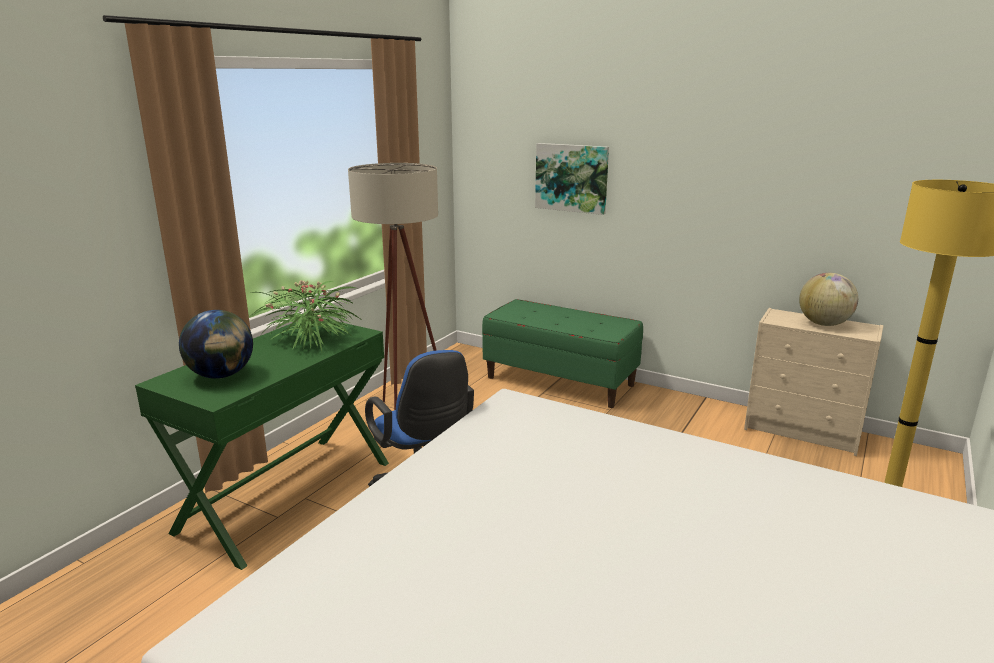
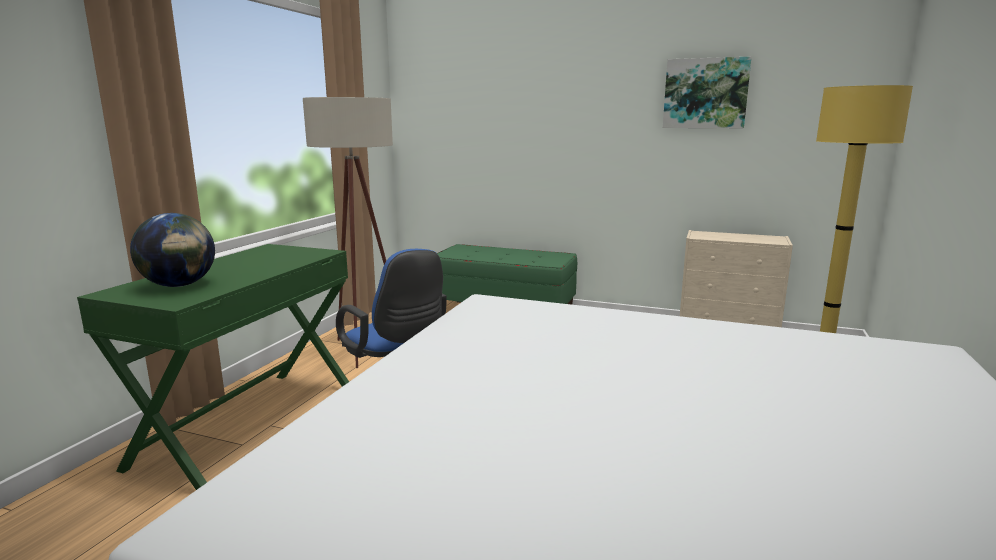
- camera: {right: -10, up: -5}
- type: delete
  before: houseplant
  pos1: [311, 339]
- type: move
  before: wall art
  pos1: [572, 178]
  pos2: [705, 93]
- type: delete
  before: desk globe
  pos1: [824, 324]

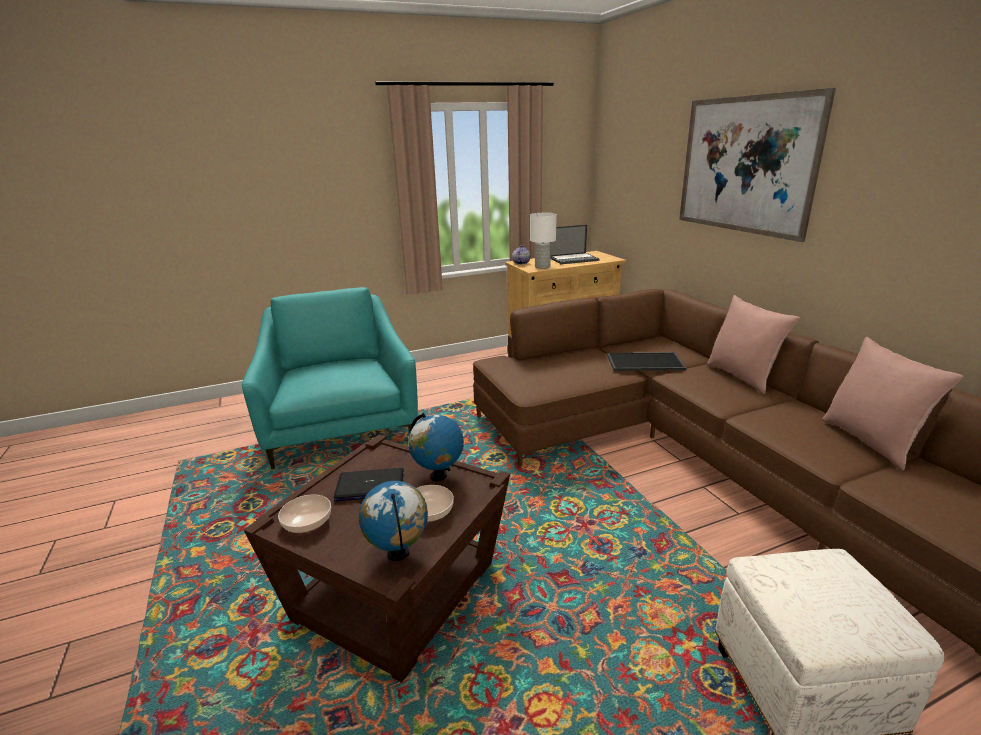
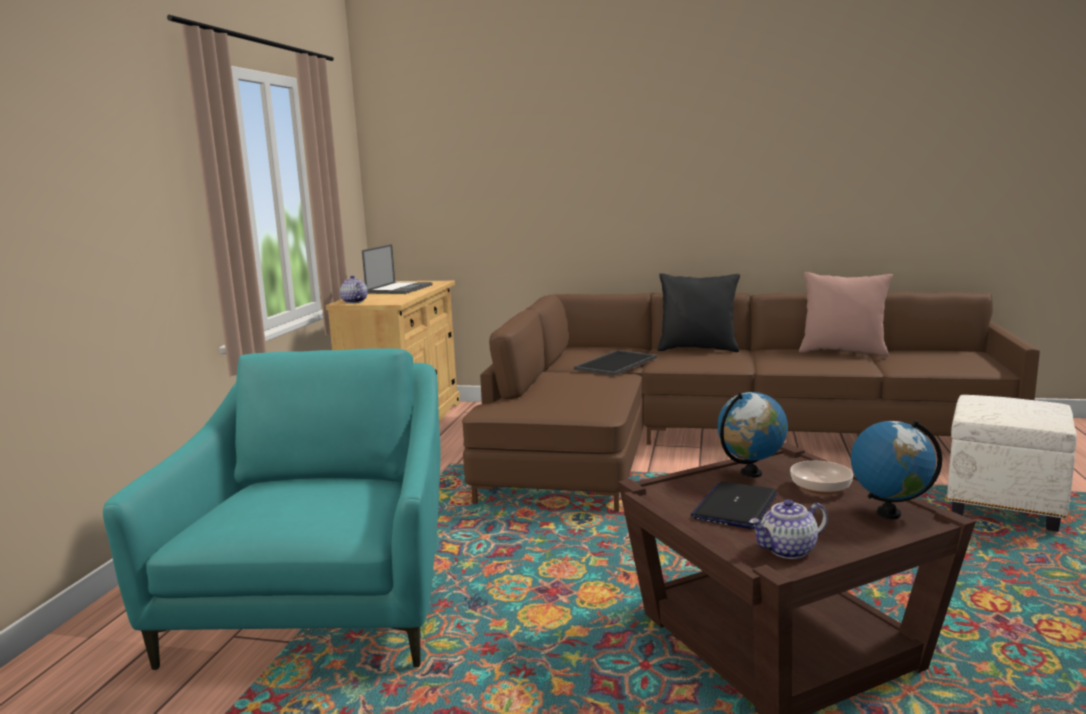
- camera: {right: -55, up: -10}
- type: rotate
  before: blue-green lounge chair
  pos1: [341, 426]
  pos2: [324, 601]
  turn: 75
- type: replace
  before: bowl
  after: pot for tea
  pos1: [307, 523]
  pos2: [788, 550]
- type: delete
  before: whitish lamp for a table
  pos1: [542, 267]
- type: delete
  before: wall art
  pos1: [744, 165]
- type: recolor
  before: pink cushion
  after: blackish cushion
  pos1: [742, 377]
  pos2: [698, 349]

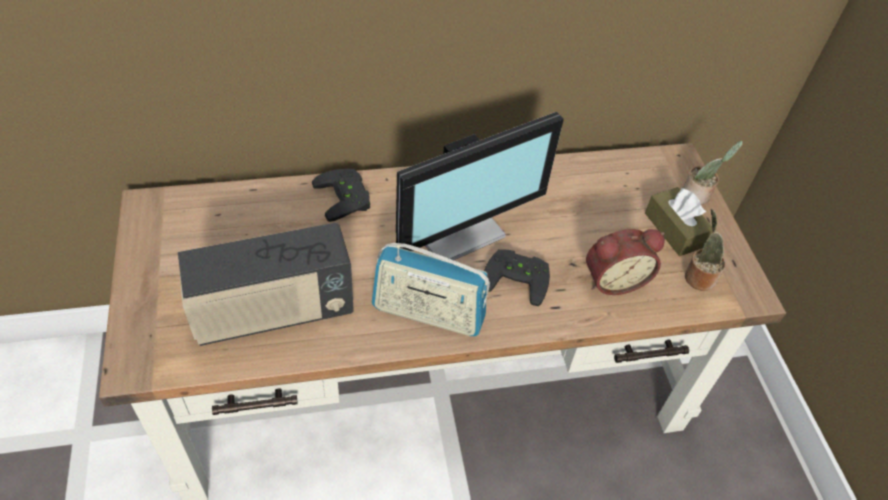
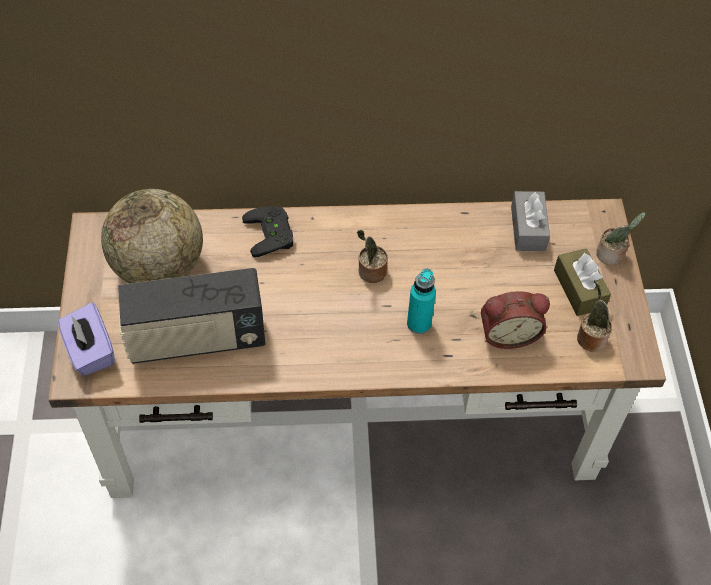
- camera: {right: 10, up: 5}
- type: delete
  before: radio set
  pos1: [428, 313]
- type: replace
  before: monitor
  after: houseplant
  pos1: [456, 228]
  pos2: [370, 272]
- type: replace
  before: blackish joypad
  after: blue-green drink bottle
  pos1: [517, 277]
  pos2: [419, 324]
- type: insert
  after: purple box of tissues
  pos2: [90, 351]
- type: insert
  after: desk globe
  pos2: [159, 268]
- type: insert
  after: greyish box of tissues
  pos2: [528, 228]

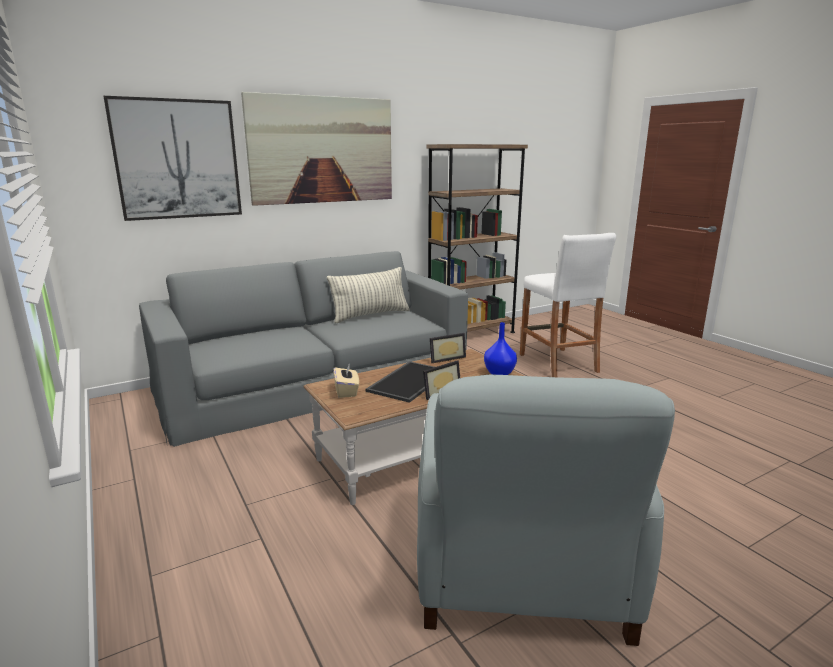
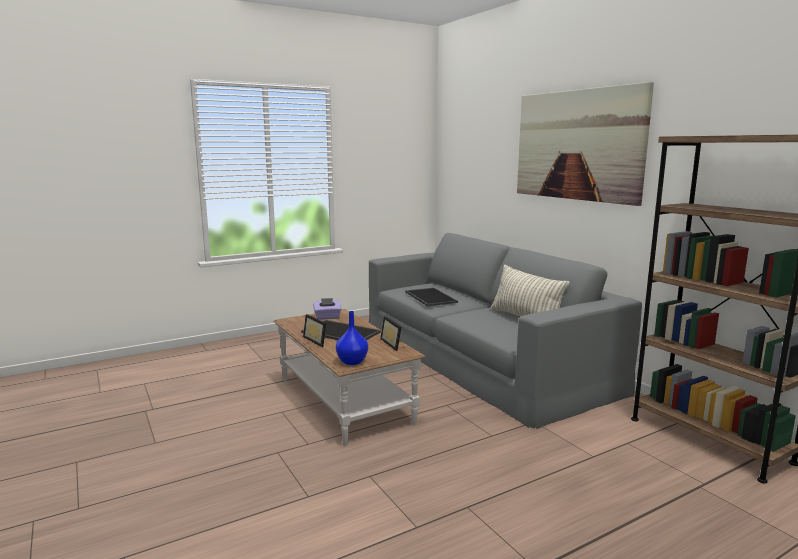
- camera: {right: 90, up: -5}
- type: delete
  before: wall art
  pos1: [177, 159]
- type: recolor
  before: beige box of tissues
  after: purple box of tissues
  pos1: [346, 391]
  pos2: [327, 317]
- type: delete
  before: greyish lounge chair
  pos1: [520, 568]
- type: delete
  before: whitish sitting stool
  pos1: [557, 363]
- type: insert
  after: tray
  pos2: [429, 297]

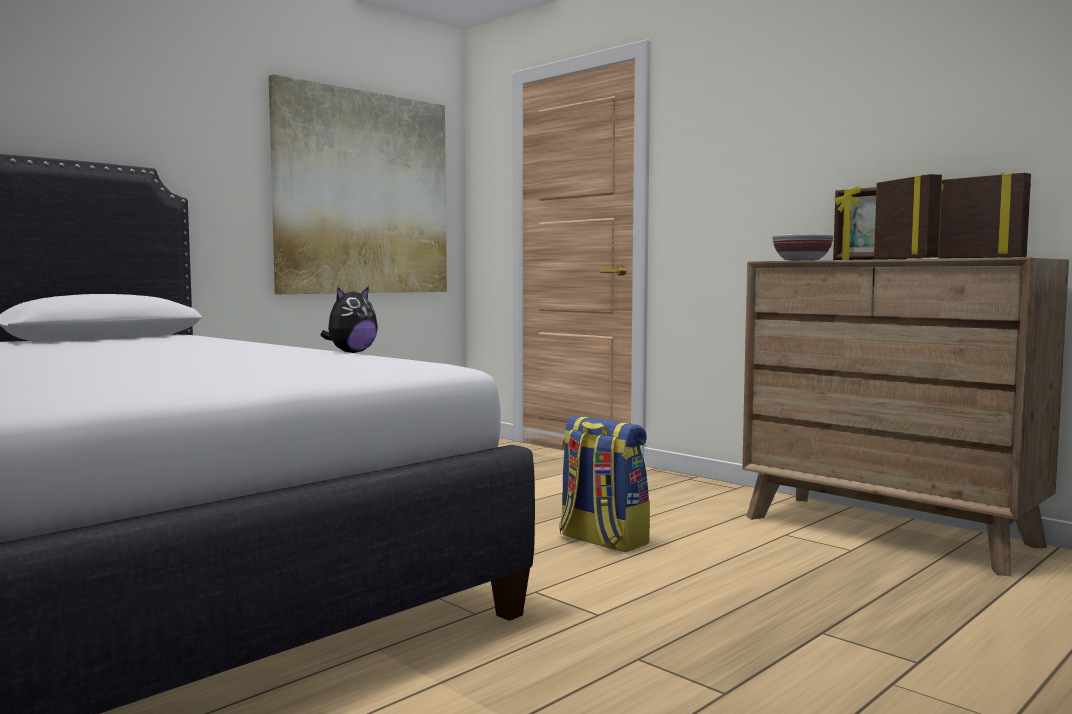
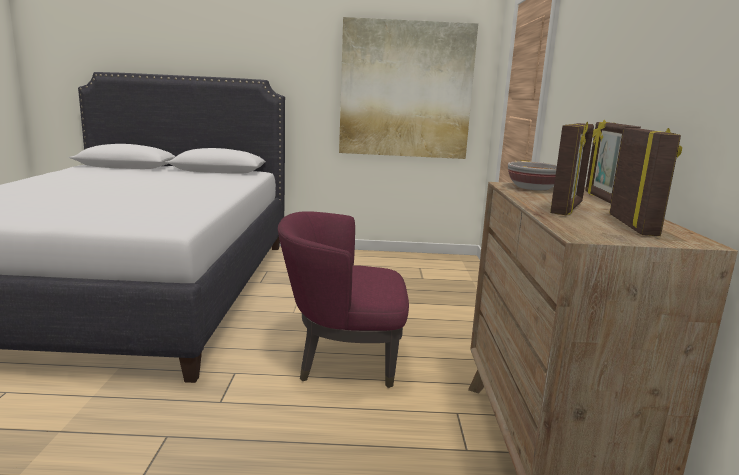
- camera: {right: 45, up: 10}
- type: delete
  before: cuddly toy
  pos1: [351, 352]
- type: replace
  before: rucksack
  after: purple lounge chair
  pos1: [601, 540]
  pos2: [342, 359]

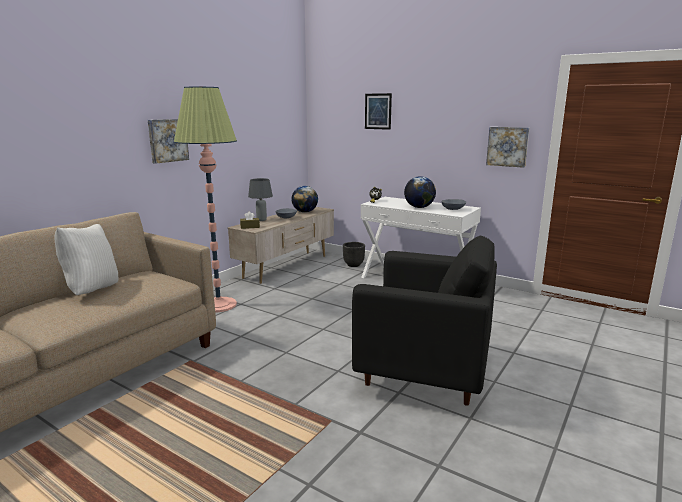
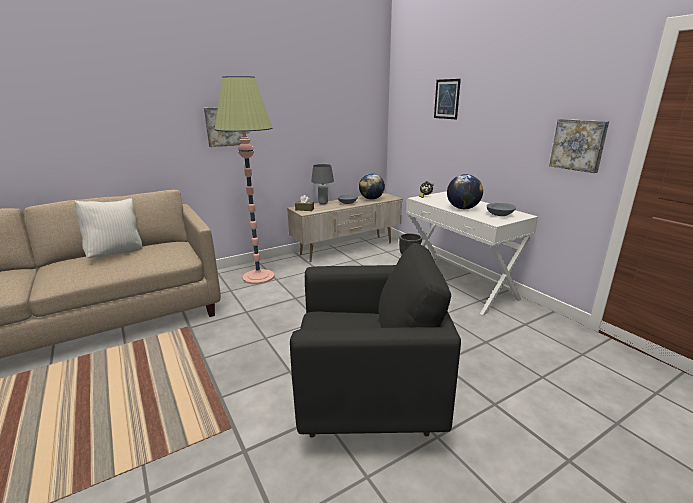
- camera: {right: 25, up: 5}
- type: rotate
  before: blackish lounge chair
  pos1: [424, 373]
  pos2: [368, 400]
  turn: -45

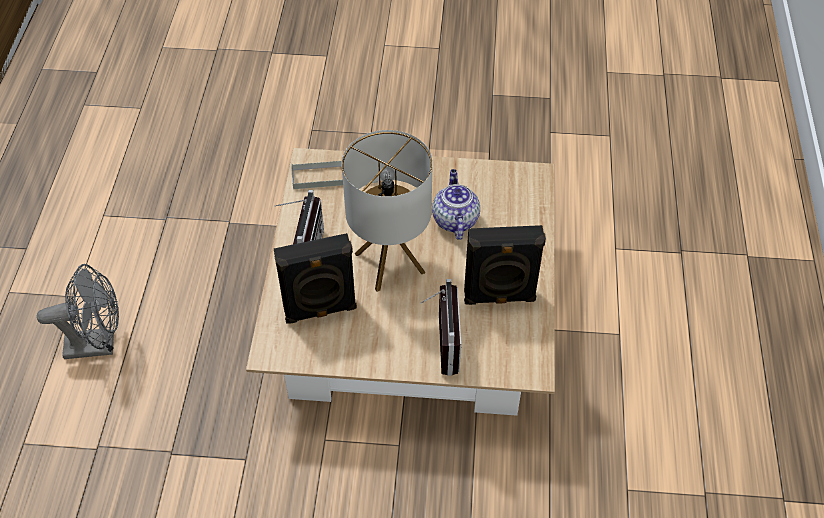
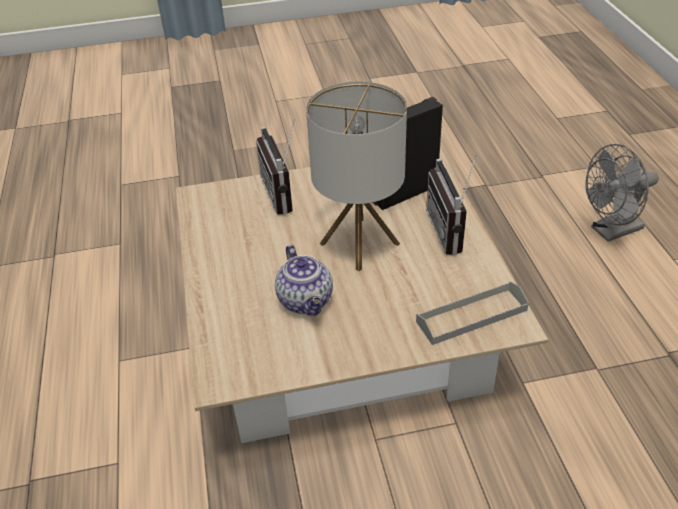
- camera: {right: 165, up: -10}
- type: delete
  before: blackish speaker
  pos1: [499, 298]

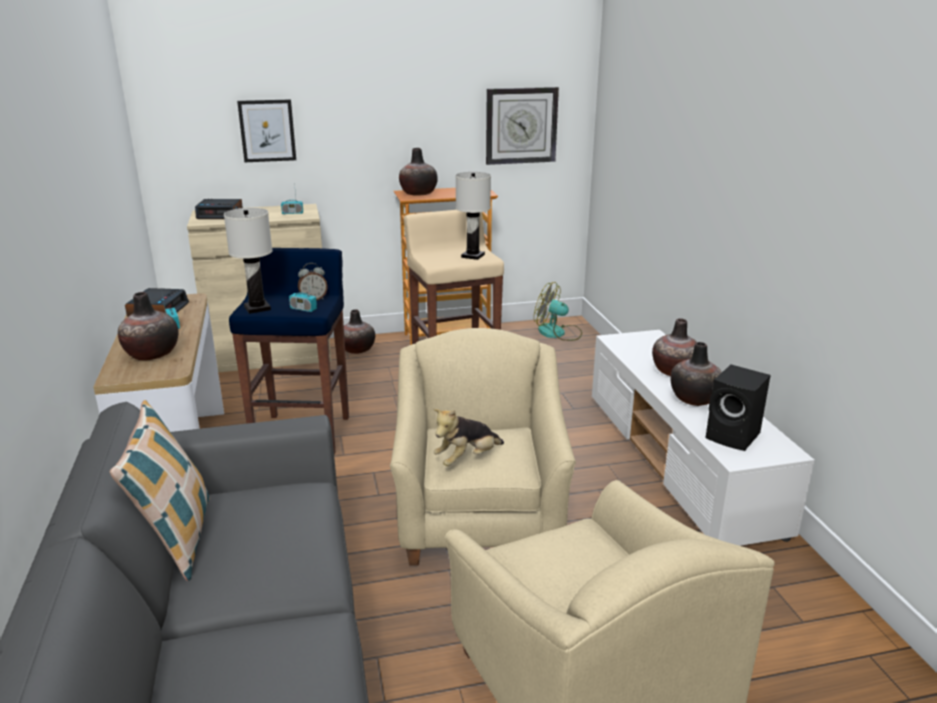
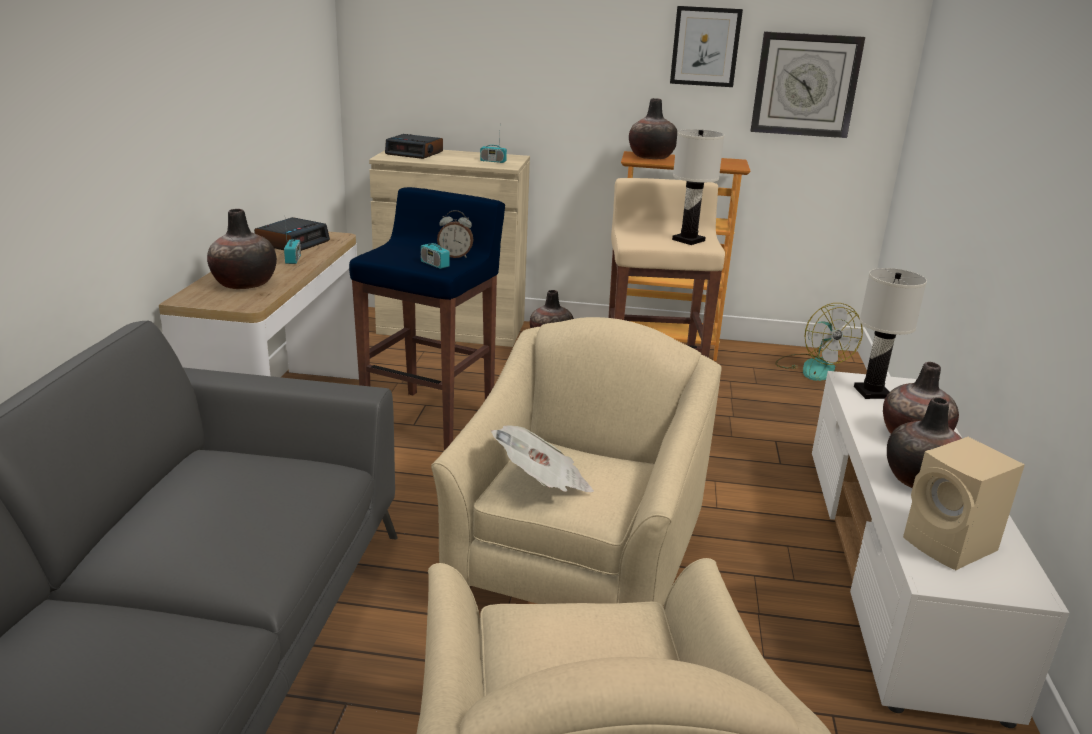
- camera: {right: 20, up: 0}
- type: delete
  before: cushion
  pos1: [177, 539]
- type: move
  before: whitish lamp for a table
  pos1: [258, 308]
  pos2: [872, 392]
- type: move
  before: wall art
  pos1: [267, 130]
  pos2: [705, 46]
- type: replace
  before: cuddly toy
  after: daily paper
  pos1: [467, 459]
  pos2: [542, 483]
- type: rotate
  before: electric fan
  pos1: [557, 333]
  pos2: [812, 367]
  turn: -150
- type: recolor
  before: blackish speaker
  after: beige speaker
  pos1: [734, 437]
  pos2: [951, 546]

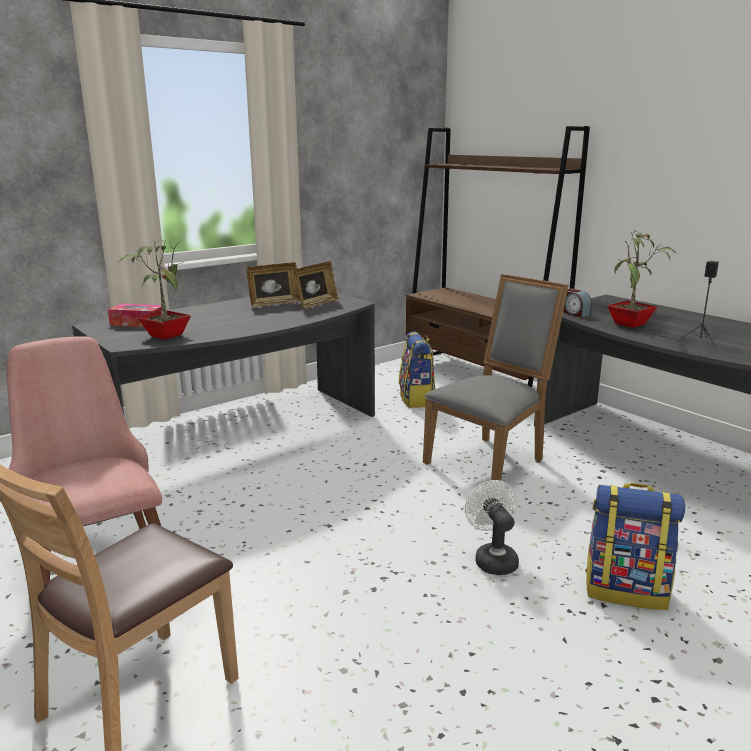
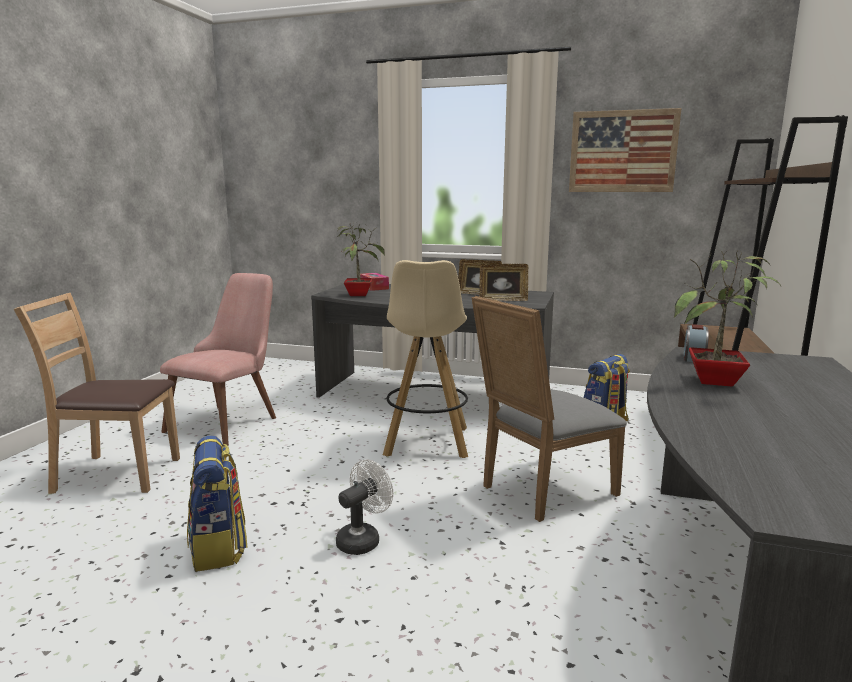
- camera: {right: 55, up: -5}
- type: rotate
  before: greyish chair
  pos1: [490, 460]
  pos2: [541, 490]
  turn: 135
- type: move
  before: rucksack
  pos1: [626, 590]
  pos2: [219, 548]
- type: delete
  before: blackish speaker
  pos1: [700, 342]
- type: insert
  after: beige sitting stool
  pos2: [426, 443]
- type: insert
  after: wall art
  pos2: [622, 151]

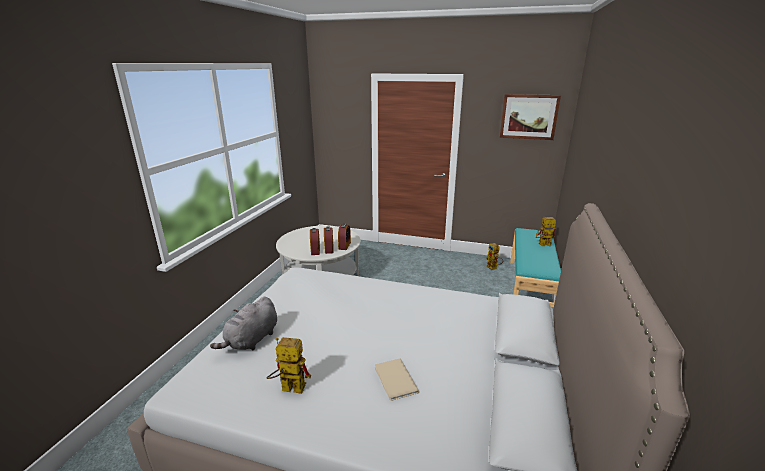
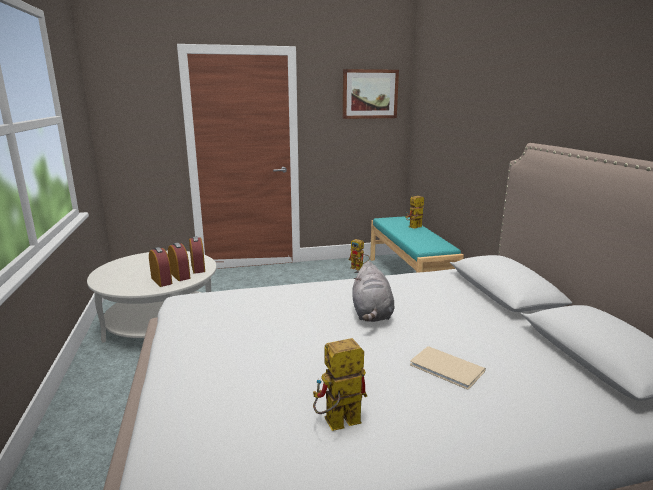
- camera: {right: -30, up: -5}
- type: move
  before: greyish cuddly toy
  pos1: [251, 340]
  pos2: [371, 314]

